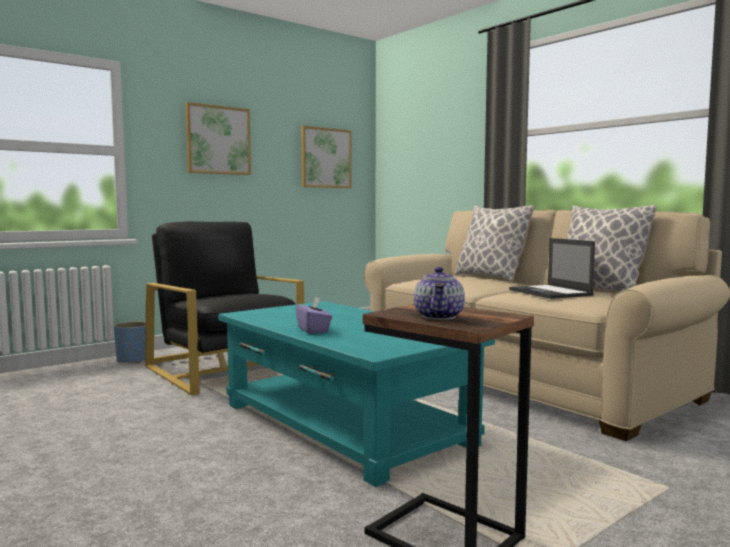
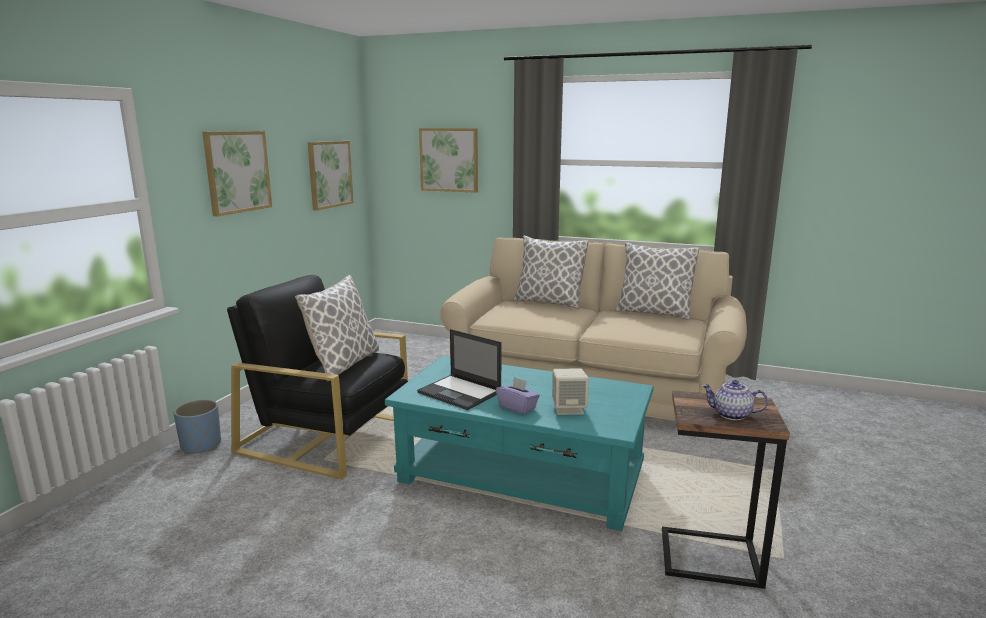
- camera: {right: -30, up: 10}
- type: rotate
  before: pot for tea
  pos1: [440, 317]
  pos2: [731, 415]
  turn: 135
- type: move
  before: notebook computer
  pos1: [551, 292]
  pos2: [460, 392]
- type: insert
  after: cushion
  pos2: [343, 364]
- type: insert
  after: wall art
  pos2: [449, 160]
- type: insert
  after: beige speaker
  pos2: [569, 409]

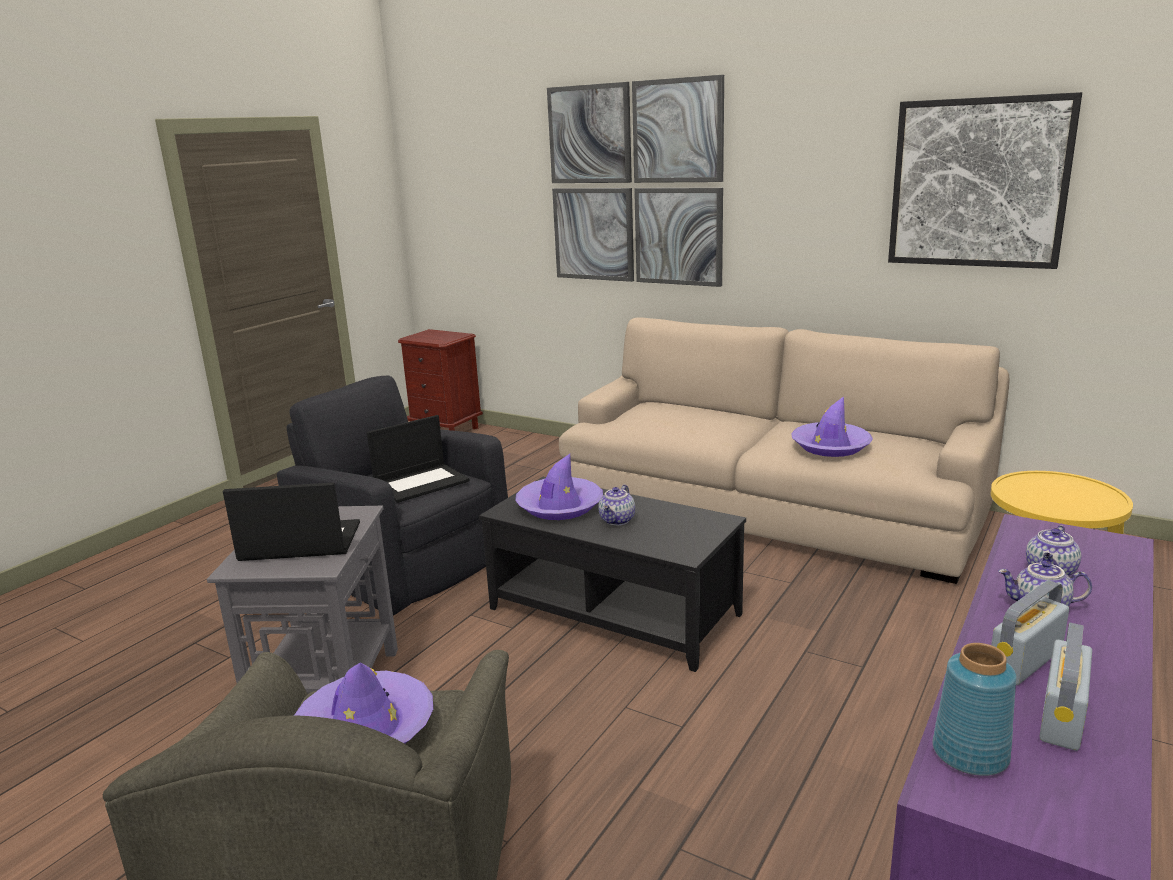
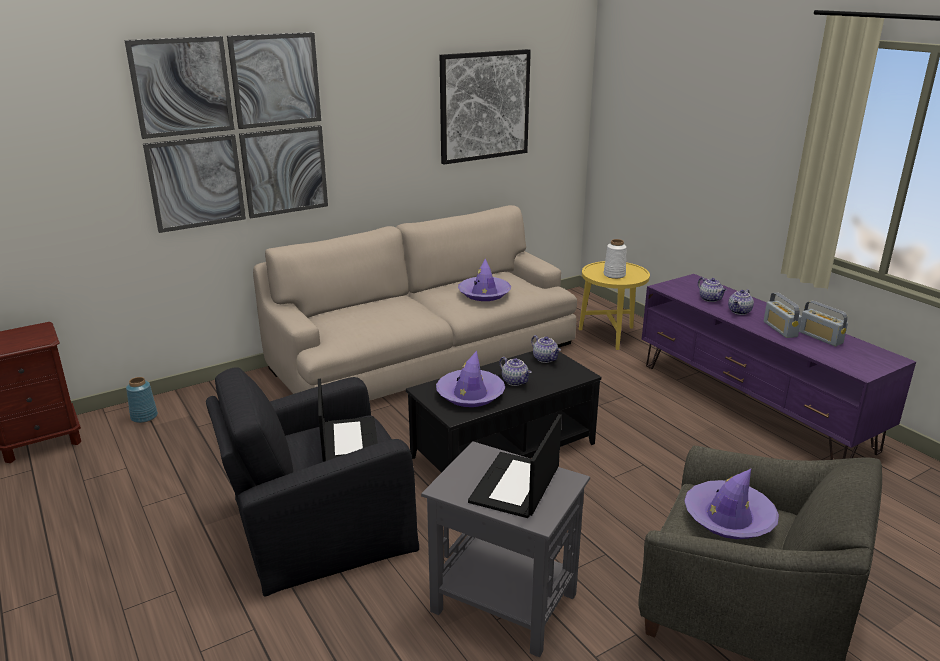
- camera: {right: -65, up: 5}
- type: move
  before: blue-coloured flower vase
  pos1: [971, 753]
  pos2: [144, 416]
- type: insert
  after: pot for tea
  pos2: [545, 359]
- type: insert
  after: whitish flower vase
  pos2: [614, 275]

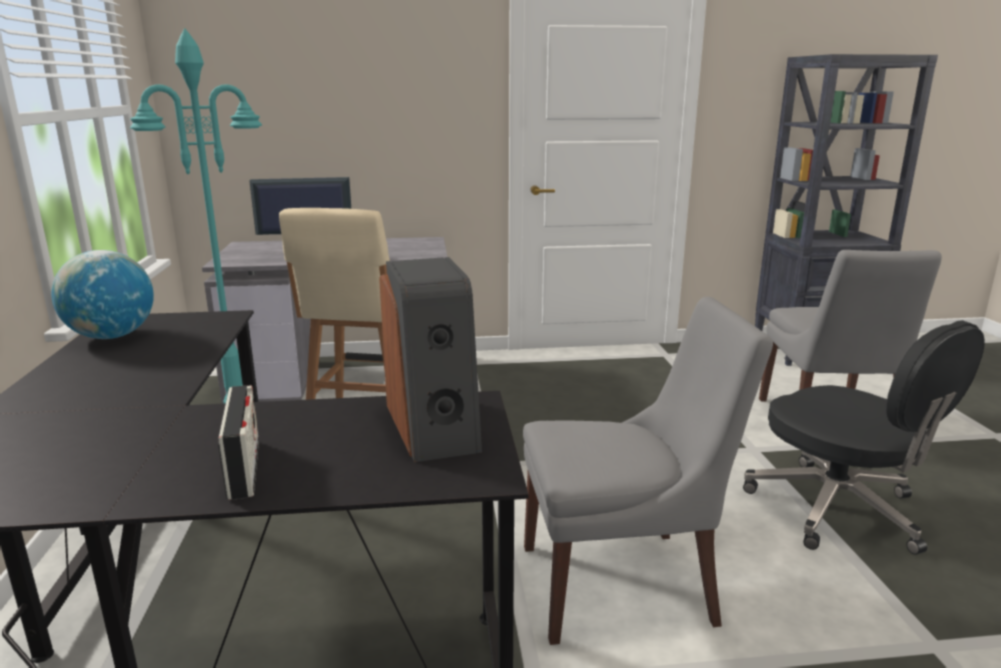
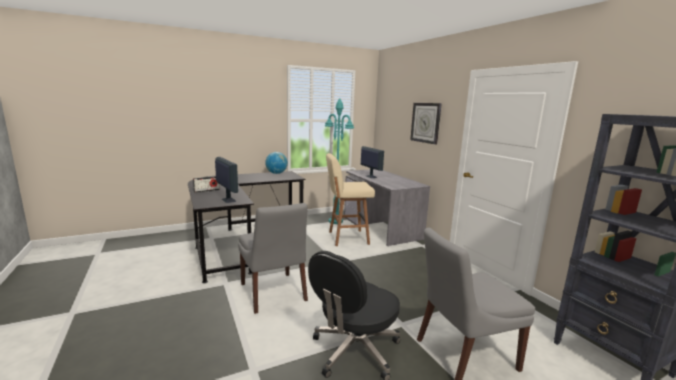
- camera: {right: 70, up: -5}
- type: replace
  before: speaker
  after: monitor
  pos1: [435, 426]
  pos2: [228, 200]
- type: insert
  after: wall clock
  pos2: [425, 122]

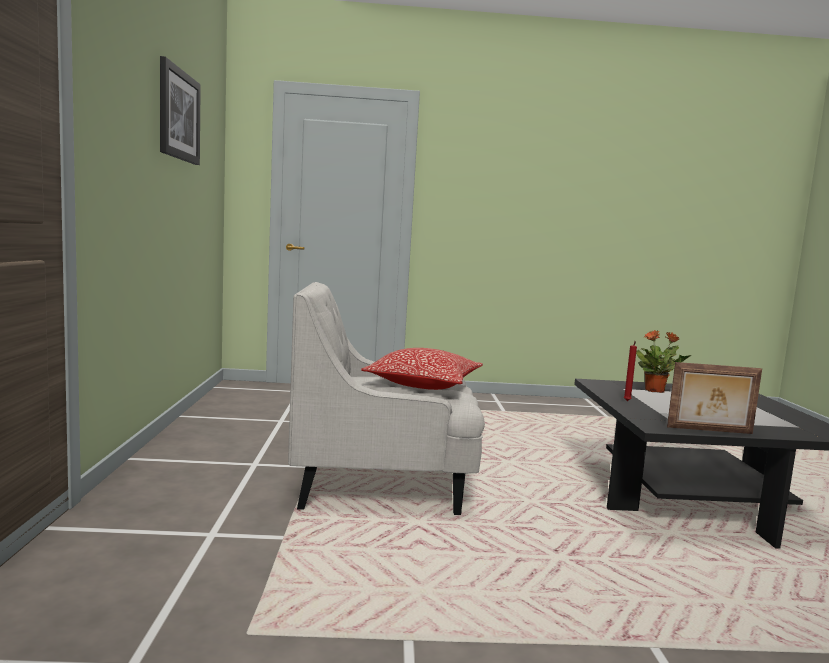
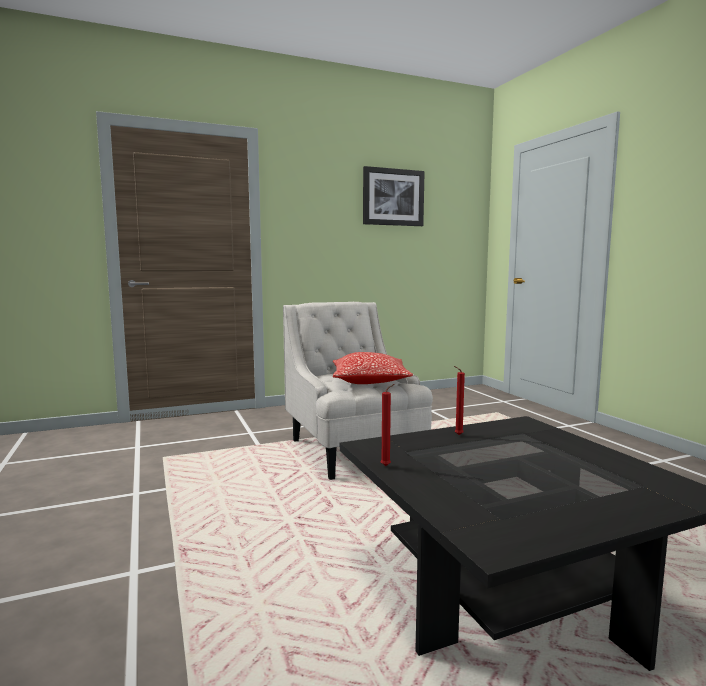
- camera: {right: 70, up: 0}
- type: delete
  before: houseplant
  pos1: [655, 390]
- type: replace
  before: picture frame
  after: red wax light
  pos1: [710, 430]
  pos2: [387, 466]

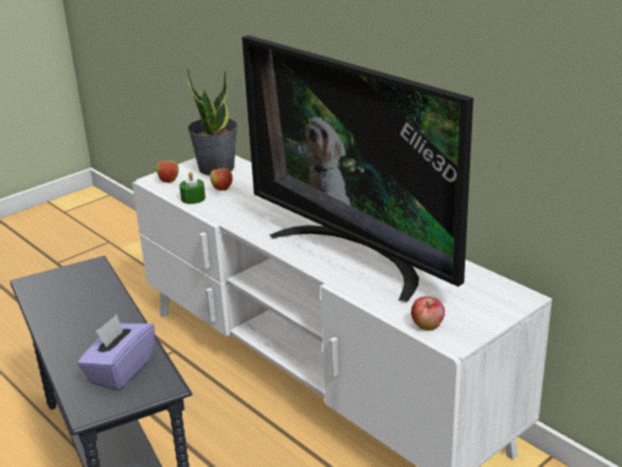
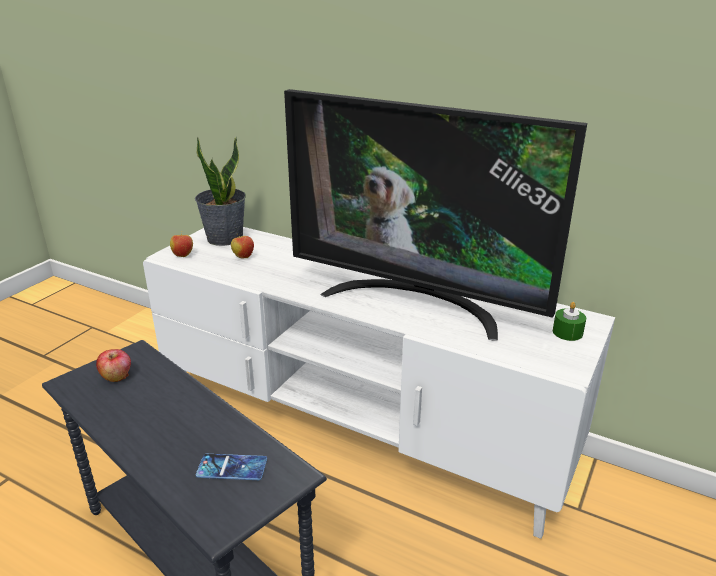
- camera: {right: -20, up: 0}
- type: replace
  before: purple box of tissues
  after: telephone
  pos1: [120, 371]
  pos2: [232, 467]
- type: move
  before: green wax light
  pos1: [193, 198]
  pos2: [567, 332]
- type: move
  before: apple
  pos1: [427, 325]
  pos2: [116, 376]

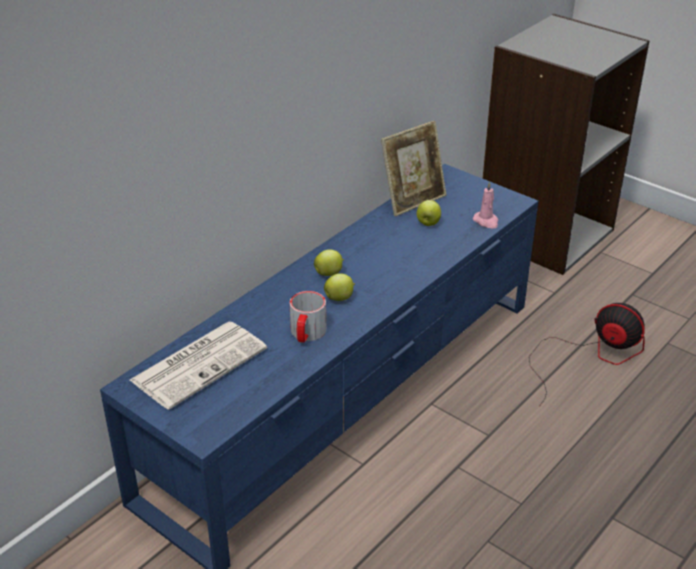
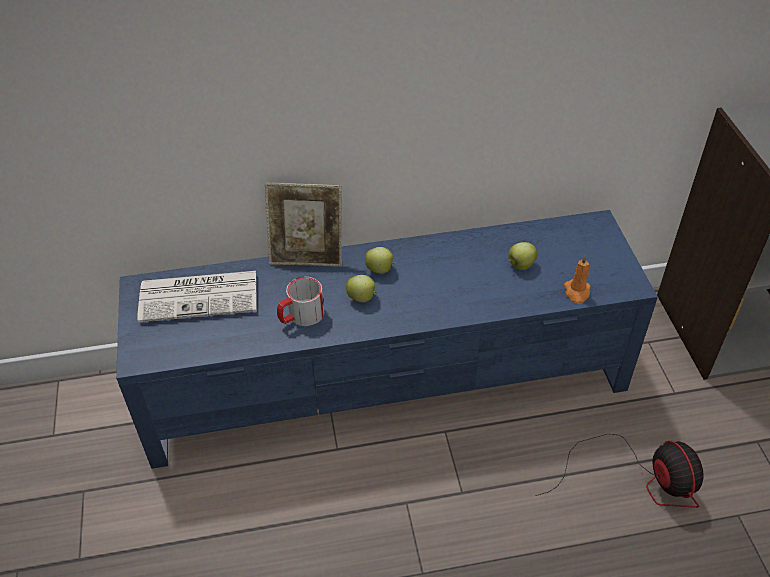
- camera: {right: 40, up: 10}
- type: move
  before: picture frame
  pos1: [413, 200]
  pos2: [307, 256]
- type: recolor
  before: pink wax light
  after: orange wax light
  pos1: [486, 221]
  pos2: [577, 292]

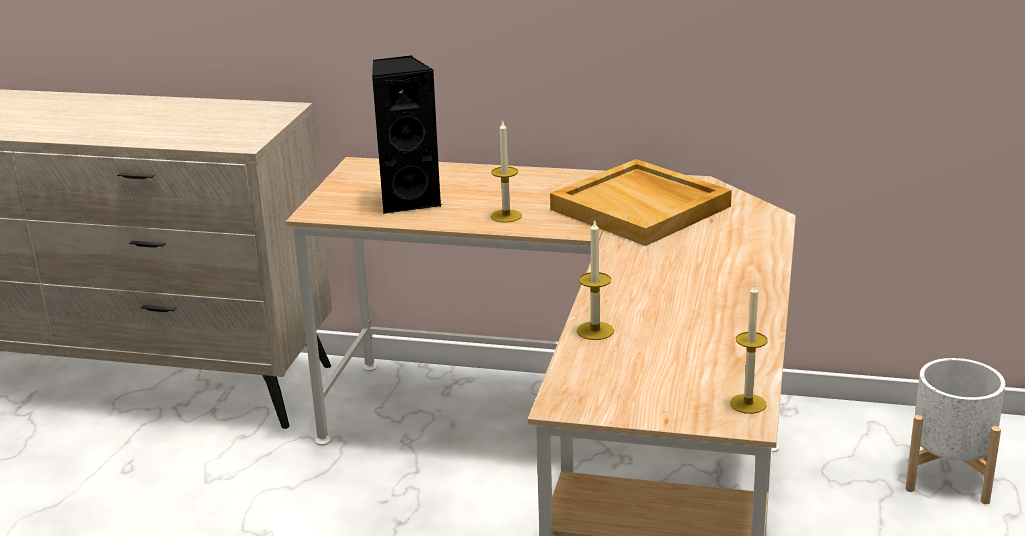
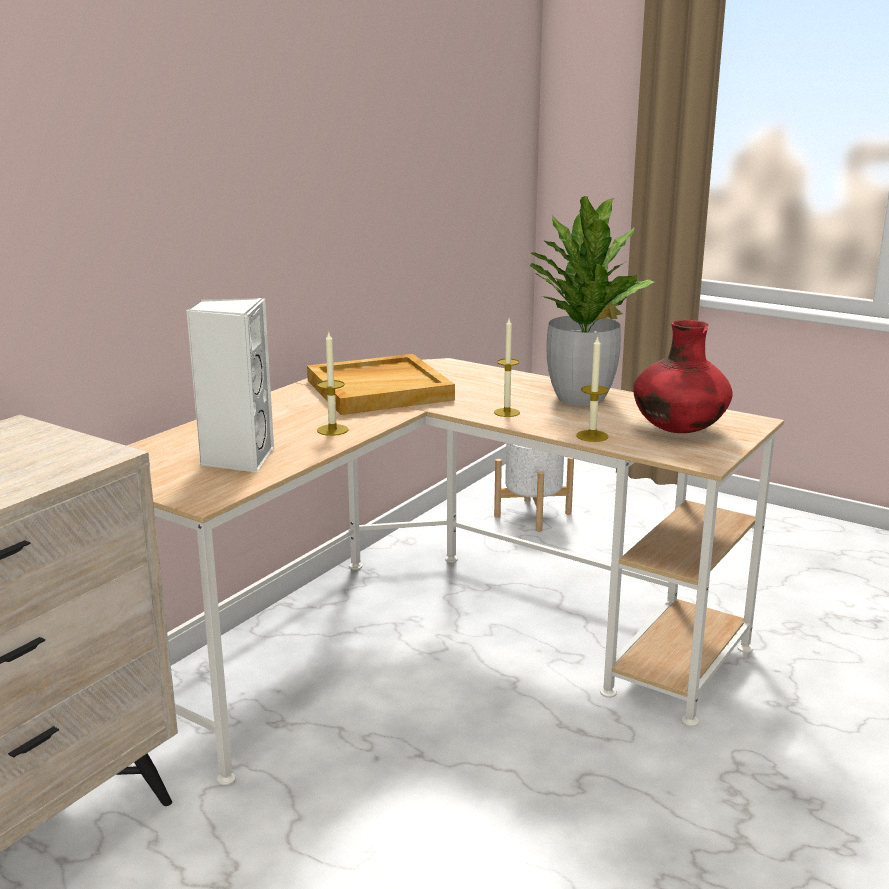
- camera: {right: -70, up: -5}
- type: recolor
  before: blackish speaker
  after: whitish speaker
  pos1: [408, 200]
  pos2: [237, 459]
- type: move
  before: wax light
  pos1: [748, 404]
  pos2: [506, 412]
- type: insert
  after: houseplant
  pos2: [580, 398]
- type: insert
  after: red flower vase
  pos2: [678, 430]

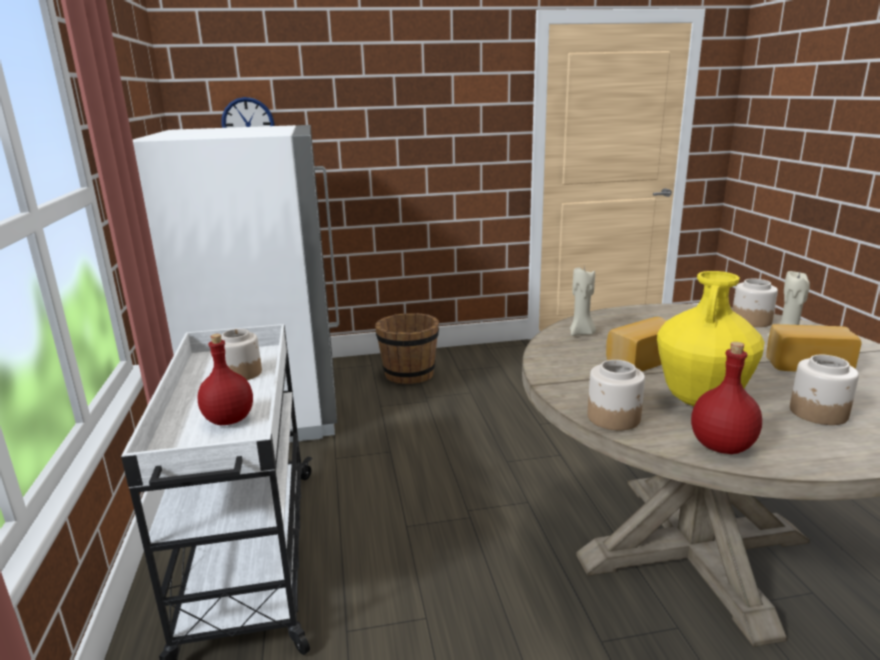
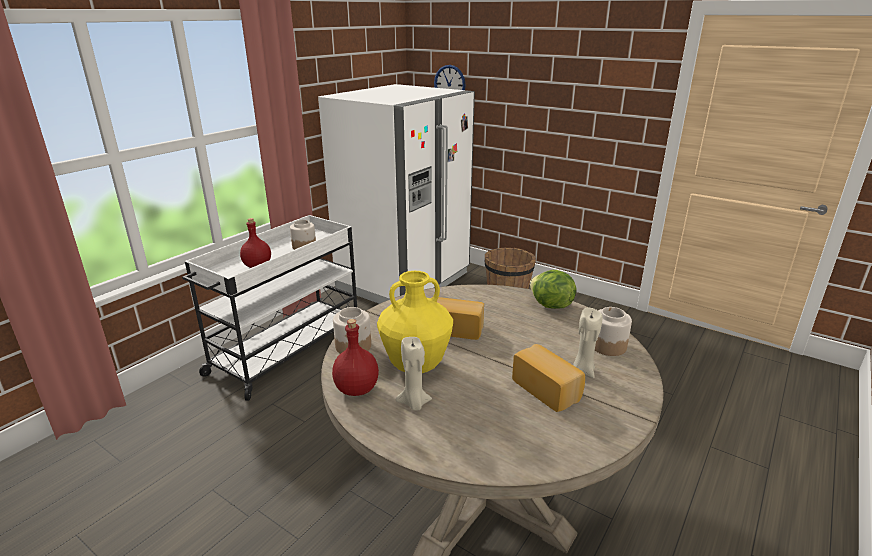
- camera: {right: 45, up: 5}
- type: move
  before: beige wax light
  pos1: [581, 333]
  pos2: [414, 403]
- type: delete
  before: jar
  pos1: [818, 413]
- type: insert
  after: head of lettuce
  pos2: [550, 306]

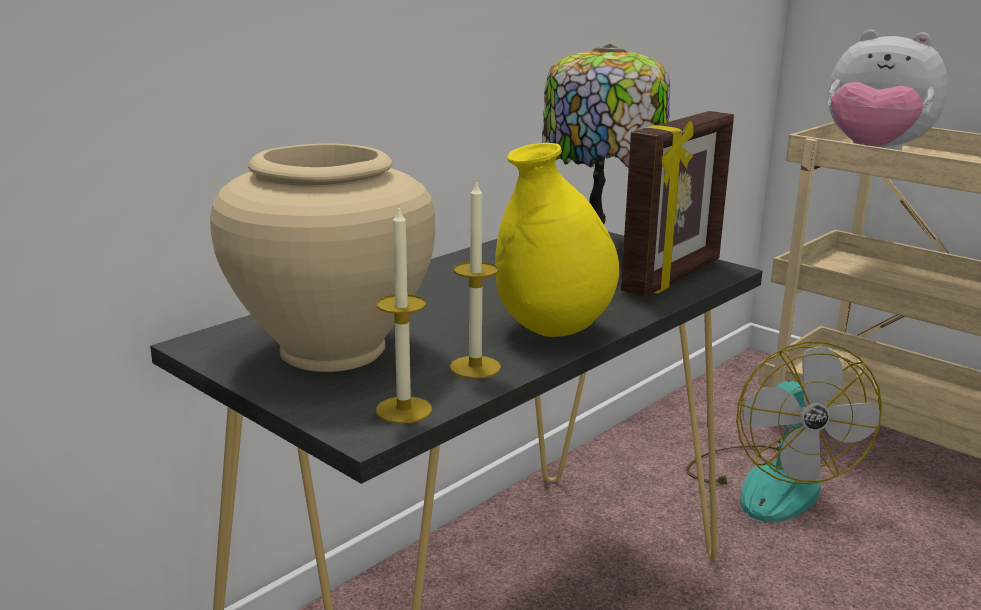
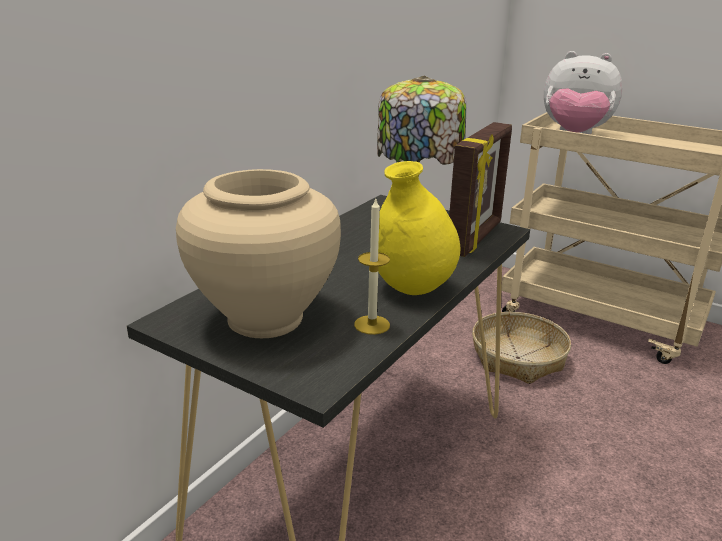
- camera: {right: -10, up: 5}
- type: delete
  before: wax light
  pos1: [404, 410]
- type: replace
  before: electric fan
  after: storage basket
  pos1: [770, 482]
  pos2: [518, 358]

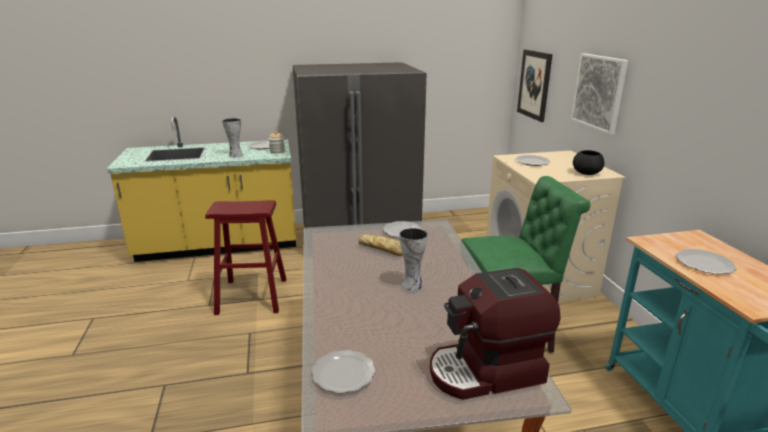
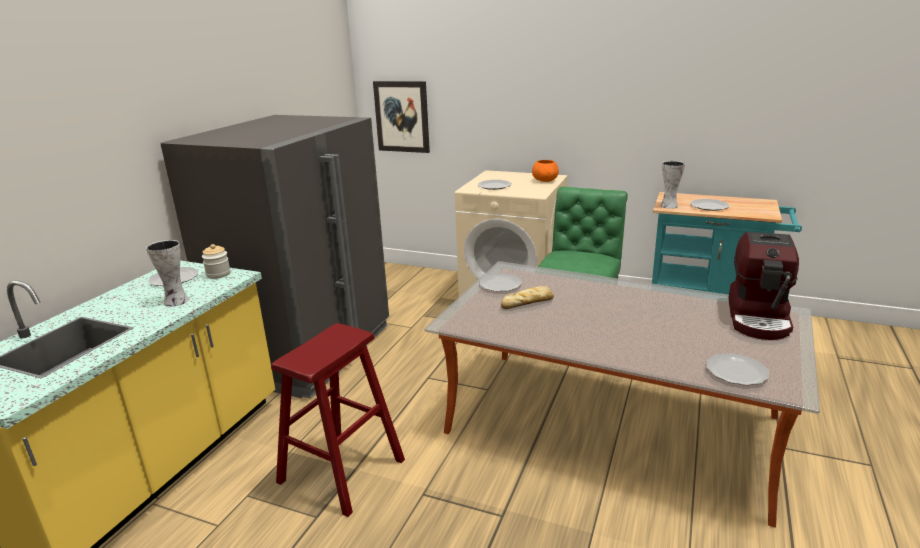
- camera: {right: -55, up: 0}
- type: move
  before: flower vase
  pos1: [412, 284]
  pos2: [668, 206]
- type: delete
  before: wall art
  pos1: [599, 92]
- type: recolor
  before: blackish bowl
  after: orange bowl
  pos1: [587, 173]
  pos2: [545, 180]

